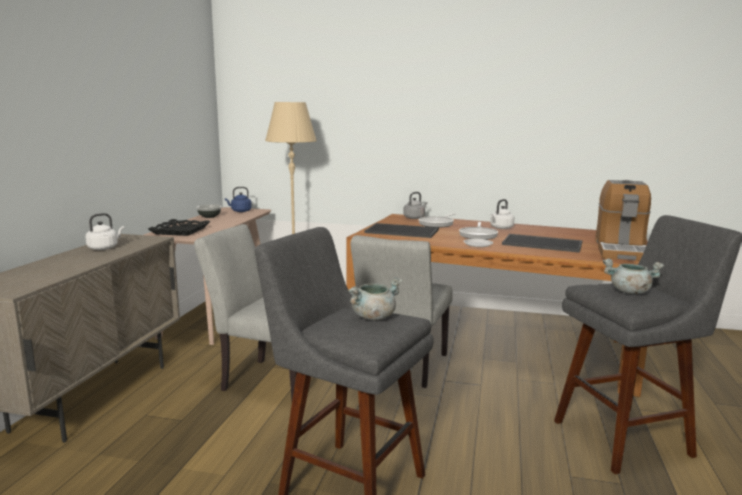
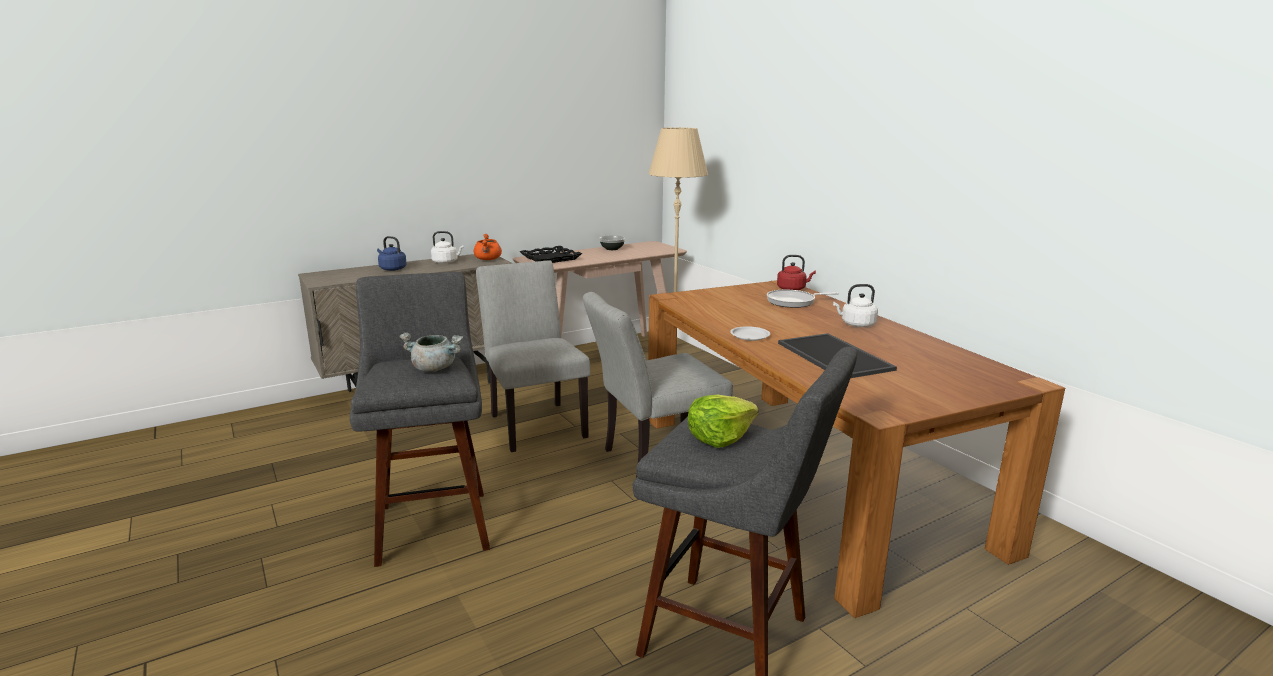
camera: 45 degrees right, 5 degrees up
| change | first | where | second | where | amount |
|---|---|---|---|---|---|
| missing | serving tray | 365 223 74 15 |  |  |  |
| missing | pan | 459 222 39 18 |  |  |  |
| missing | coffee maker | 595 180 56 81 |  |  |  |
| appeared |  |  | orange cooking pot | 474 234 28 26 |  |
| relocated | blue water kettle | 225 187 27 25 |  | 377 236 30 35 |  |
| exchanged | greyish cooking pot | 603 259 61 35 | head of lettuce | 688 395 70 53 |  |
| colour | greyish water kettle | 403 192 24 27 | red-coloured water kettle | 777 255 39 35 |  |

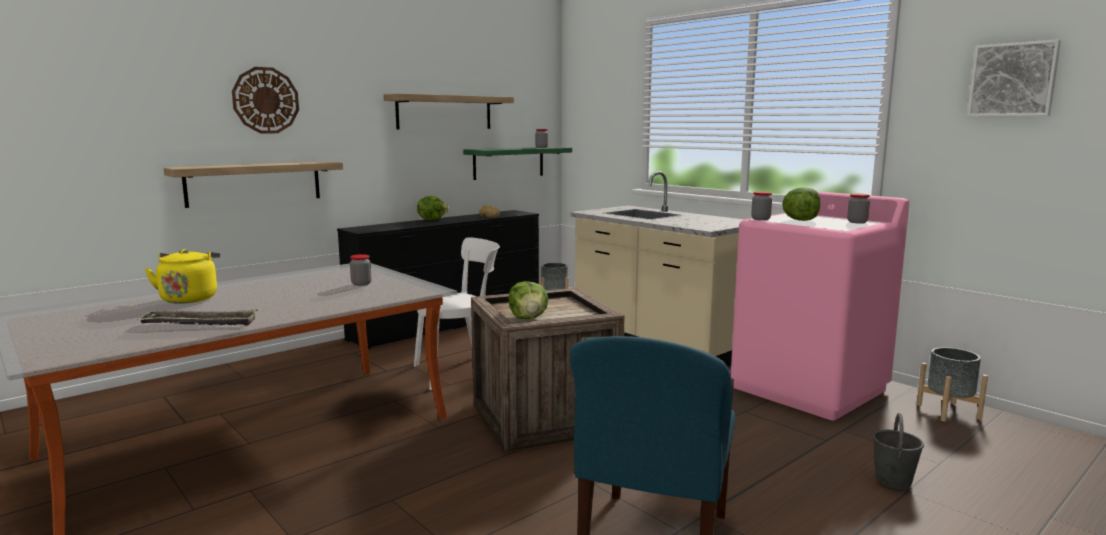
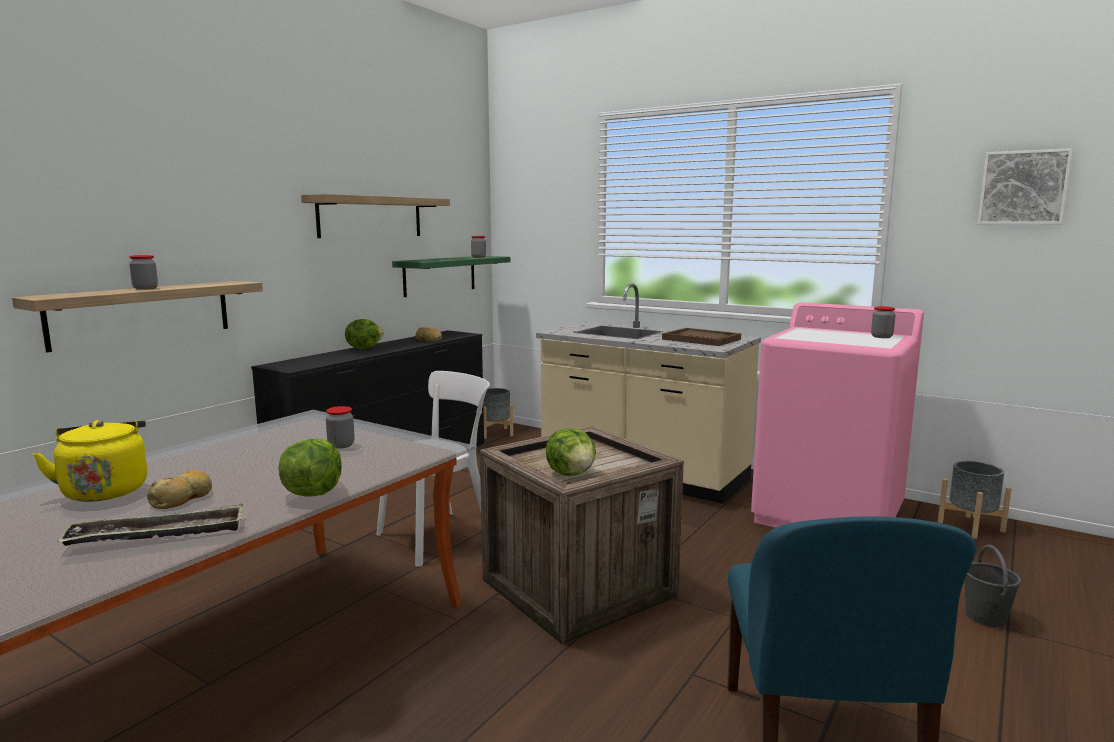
camera: 15 degrees left, 0 degrees up
| change | first | where | second | where | amount |
|---|---|---|---|---|---|
| missing | clock on the wall | 232 67 67 67 |  |  |  |
| appeared |  |  | bakery bread | 147 470 65 39 |  |
| appeared |  |  | brown-coloured serving tray | 662 328 79 18 |  |
| relocated | preserve jar | 751 191 21 30 |  | 129 255 29 35 |  |
| relocated | head of lettuce | 782 187 38 34 |  | 278 439 64 58 |  |

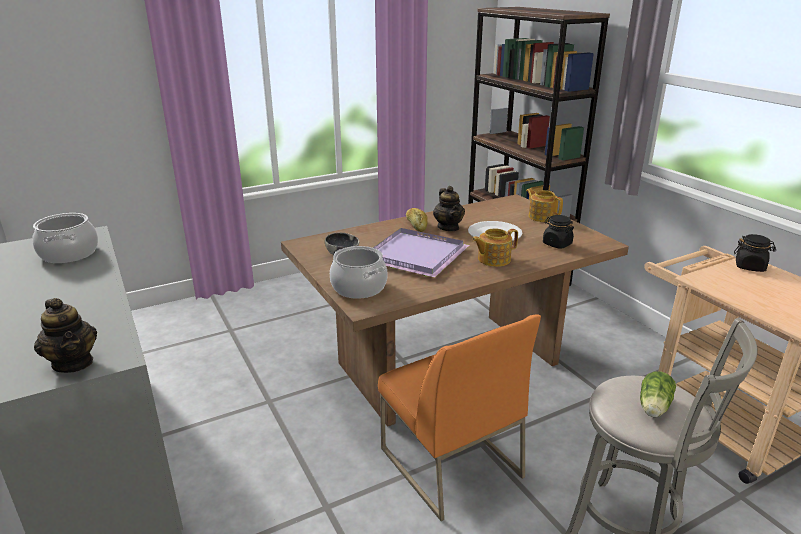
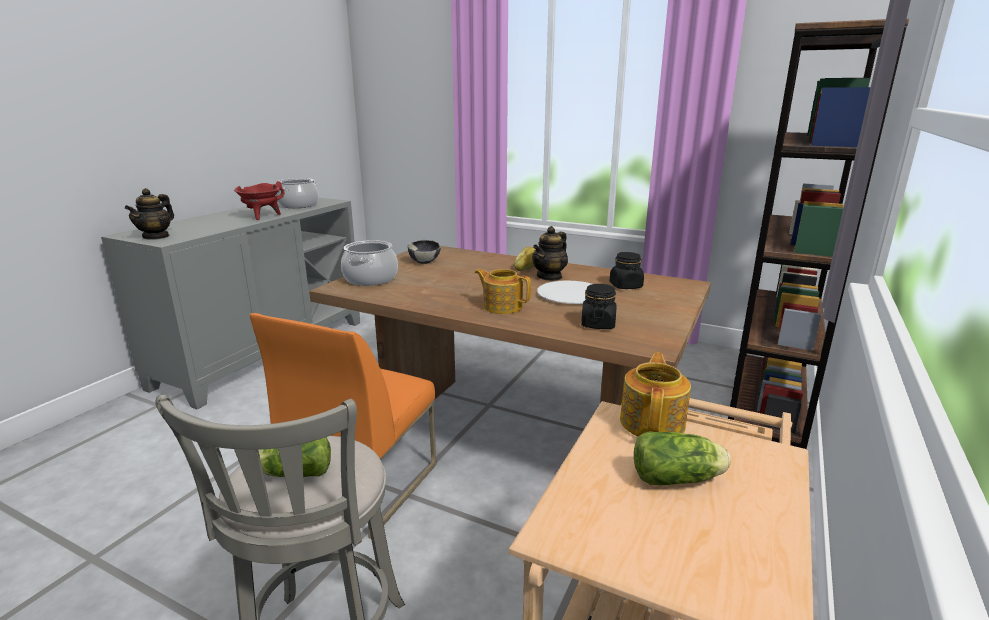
camera: 55 degrees right, 5 degrees down
| change | first | where | second | where | amount |
|---|---|---|---|---|---|
| missing | purple-coloured serving tray | 373 228 96 50 |  |  |  |
| appeared |  |  | red-coloured cooking pot | 234 181 51 39 |  |
| appeared |  |  | head of lettuce | 634 432 97 53 |  |
| relocated | teapot | 526 188 37 34 |  | 620 352 71 85 |  |
| relocated | black preserve jar | 734 234 42 38 |  | 610 252 34 37 |  |

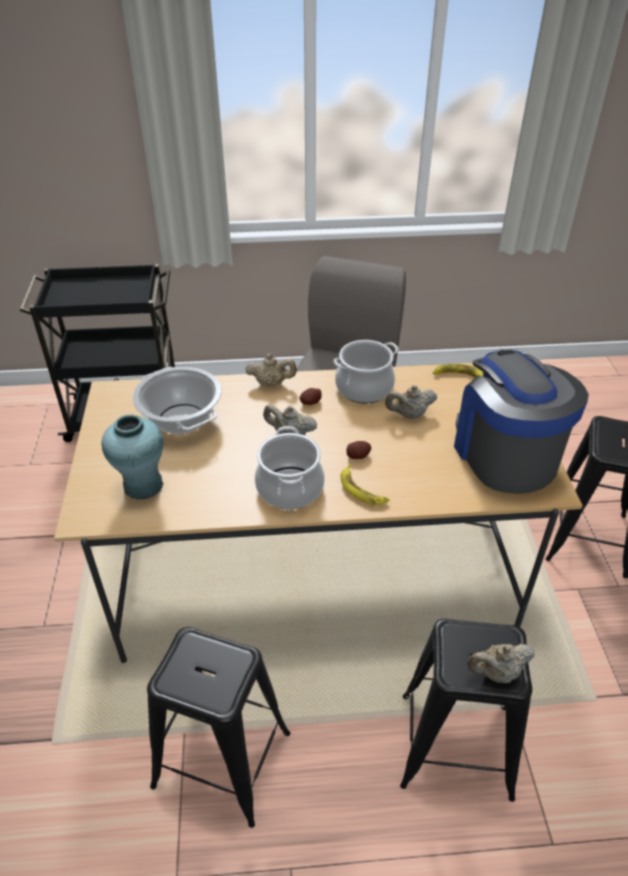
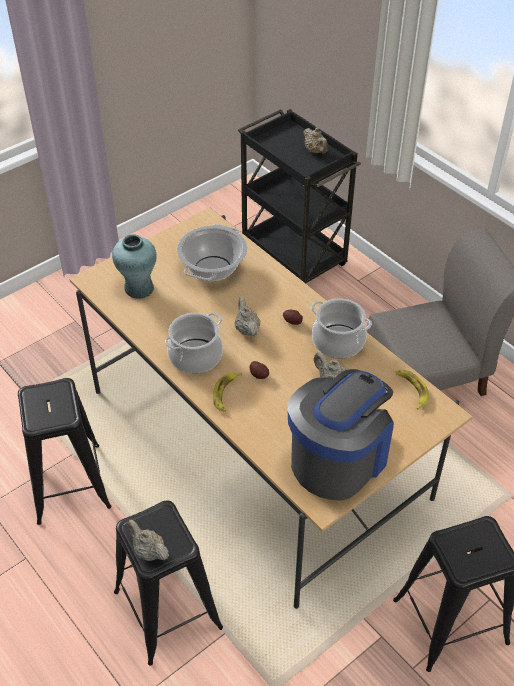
camera: 55 degrees right, 5 degrees up
| change | first | where | second | where | amount |
|---|---|---|---|---|---|
| relocated | beige-coloured teapot | 245 354 52 33 |  | 303 127 25 26 |  |

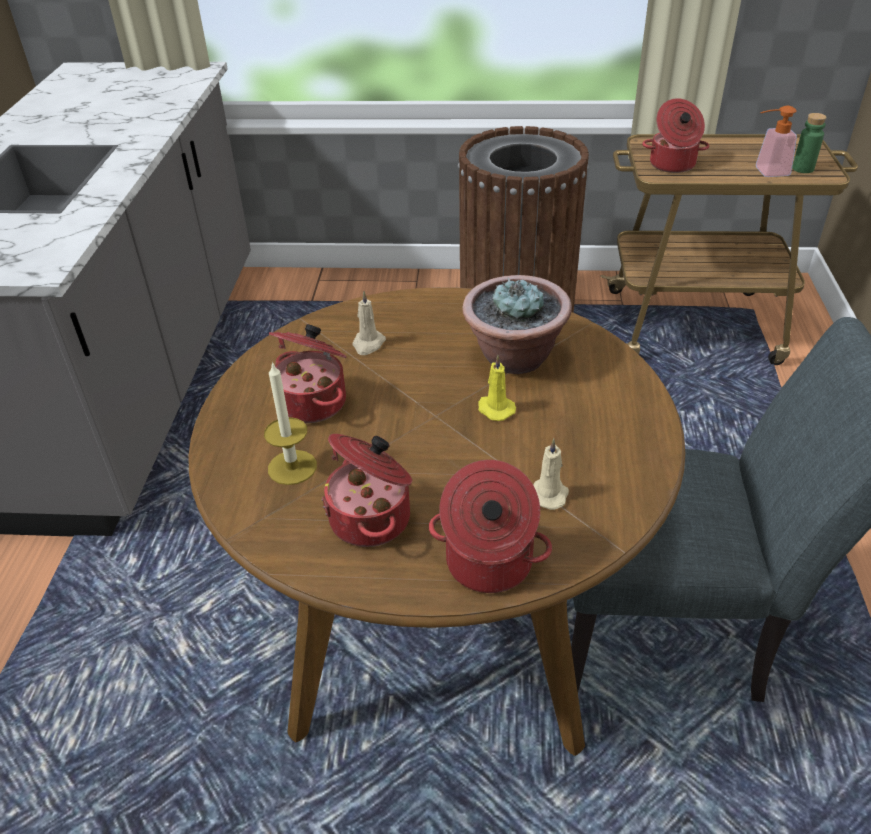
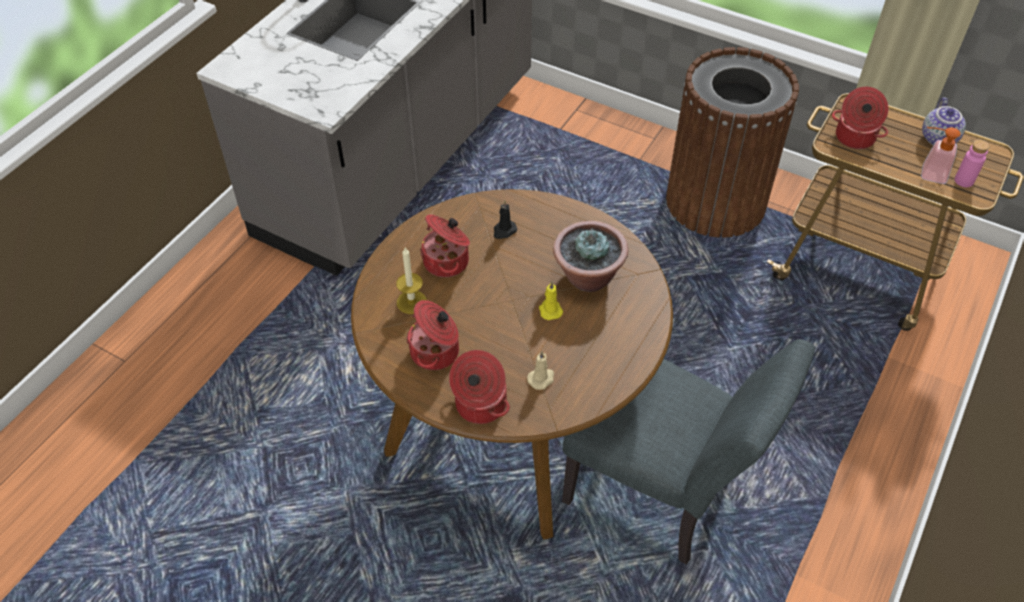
camera: 25 degrees right, 10 degrees up
| change | first | where | second | where | amount |
|---|---|---|---|---|---|
| appeared |  |  | teapot | 922 97 44 48 |  |
| colour | beige-coloured wax light | 353 291 33 64 | black wax light | 494 201 23 38 |  |
| colour | green bottle | 792 113 35 60 | pink-coloured bottle | 955 140 35 47 |  |

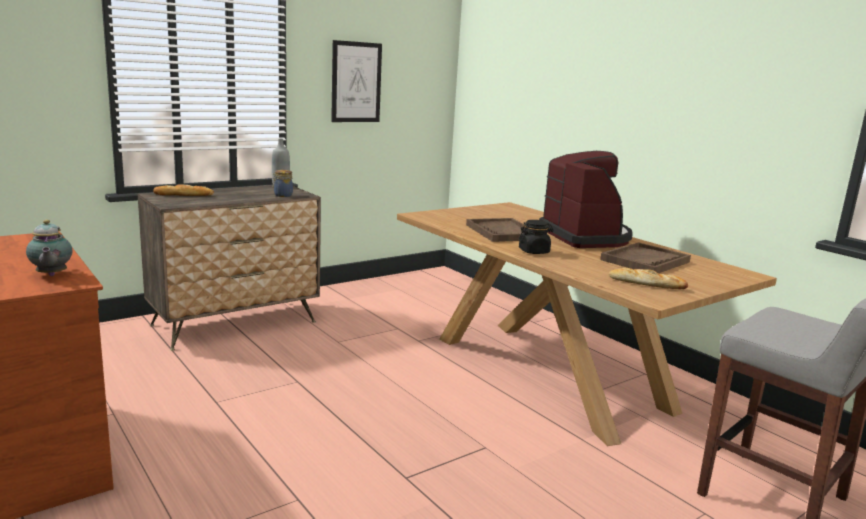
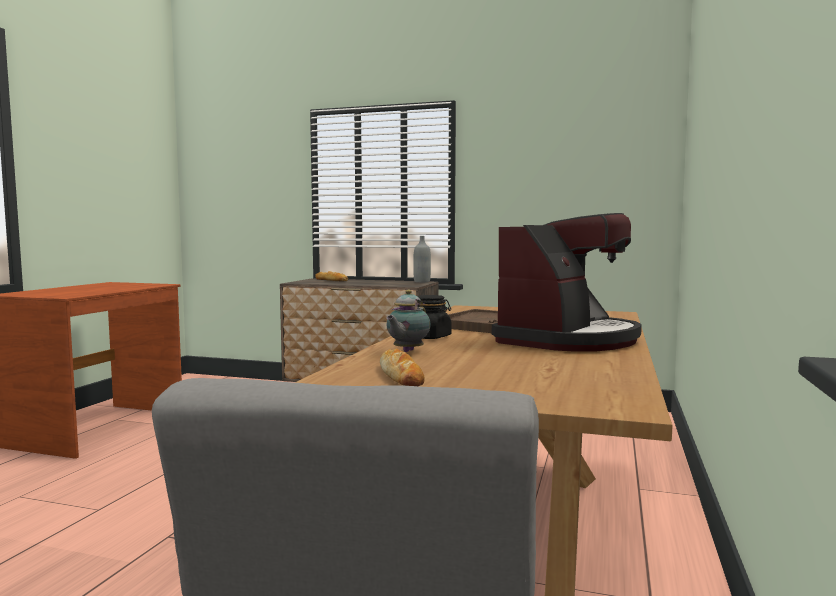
camera: 55 degrees right, 10 degrees down
| change | first | where | second | where | amount |
|---|---|---|---|---|---|
| missing | preserve jar | 272 170 21 27 |  |  |  |
| missing | picture | 331 40 51 82 |  |  |  |
| missing | brown-coloured serving tray | 600 242 91 31 |  |  |  |
| relocated | teapot | 26 220 46 56 |  | 386 290 45 62 |  |

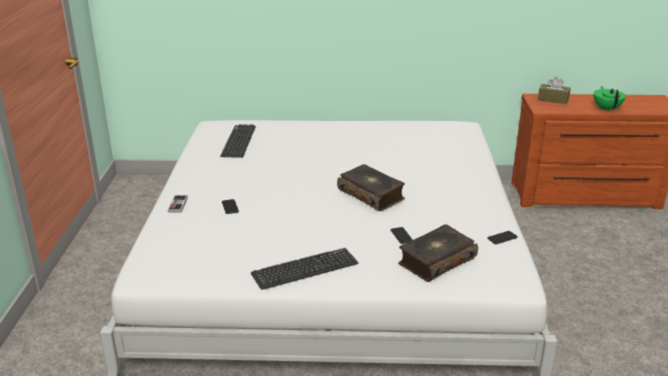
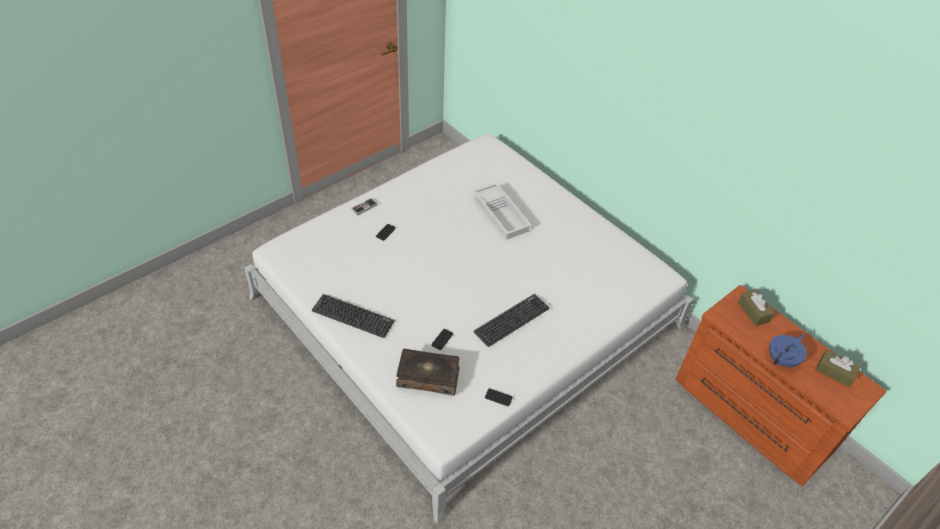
camera: 45 degrees right, 20 degrees up
| change | first | where | second | where | amount |
|---|---|---|---|---|---|
| missing | bound book | 337 164 68 47 |  |  |  |
| appeared |  |  | white-coloured serving tray | 473 183 59 57 |  |
| appeared |  |  | brown-coloured box of tissues | 815 350 46 37 |  |
| relocated | PC keyboard | 220 124 36 34 |  | 474 294 76 53 |  |
| colour | green teapot | 593 86 33 26 | blue teapot | 769 334 38 33 |  |

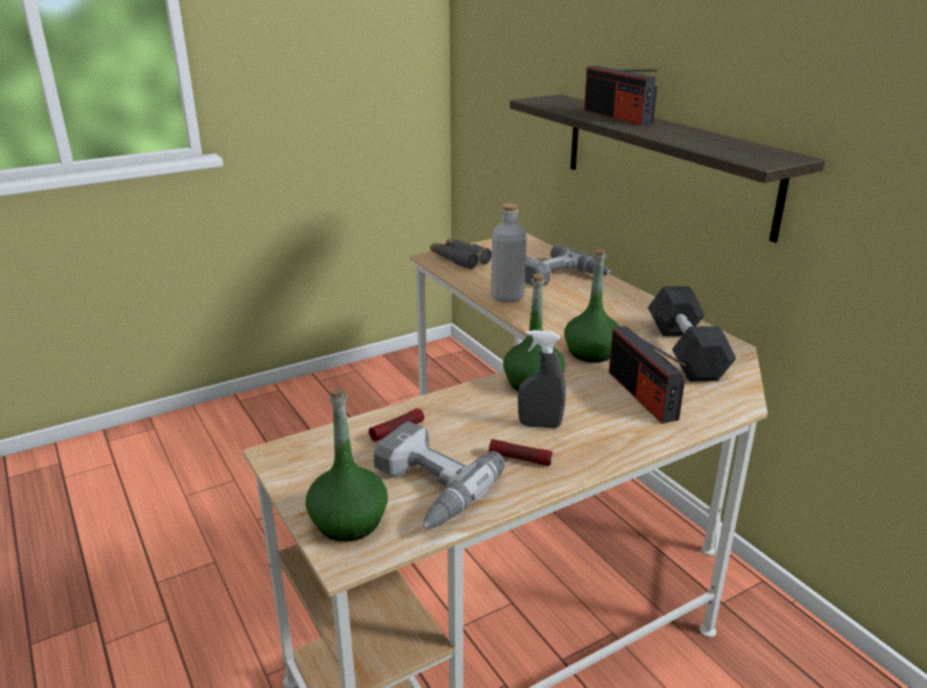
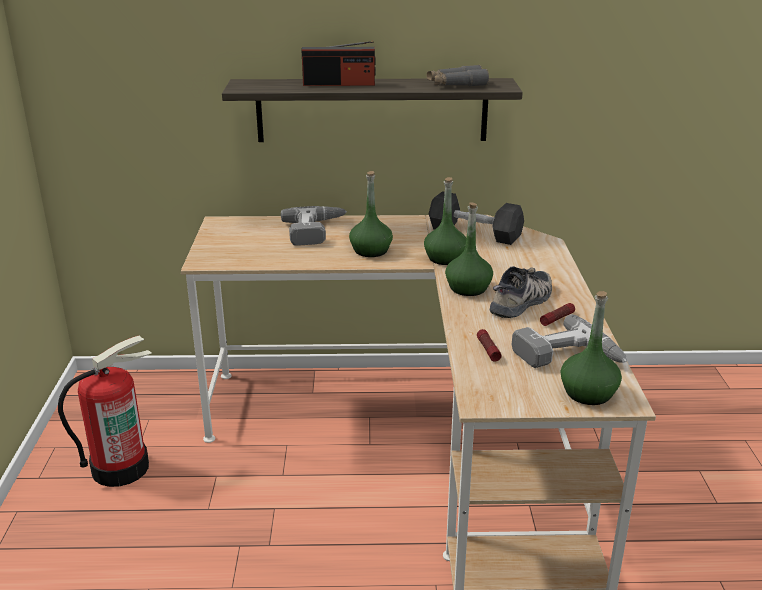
camera: 60 degrees left, 0 degrees up
| change | first | where | second | where | amount |
|---|---|---|---|---|---|
| missing | greyish bottle | 491 203 35 100 |  |  |  |
| missing | radio | 609 326 77 98 |  |  |  |
| appeared |  |  | fire-fighting cylinder | 58 336 93 151 |  |
| appeared |  |  | green bottle | 349 171 44 86 |  |
| relocated | greyish field glasses | 430 238 62 32 |  | 427 65 62 21 |  |
| exchanged | greyish sprayer | 518 330 48 98 | low shoe | 490 266 62 52 |  |

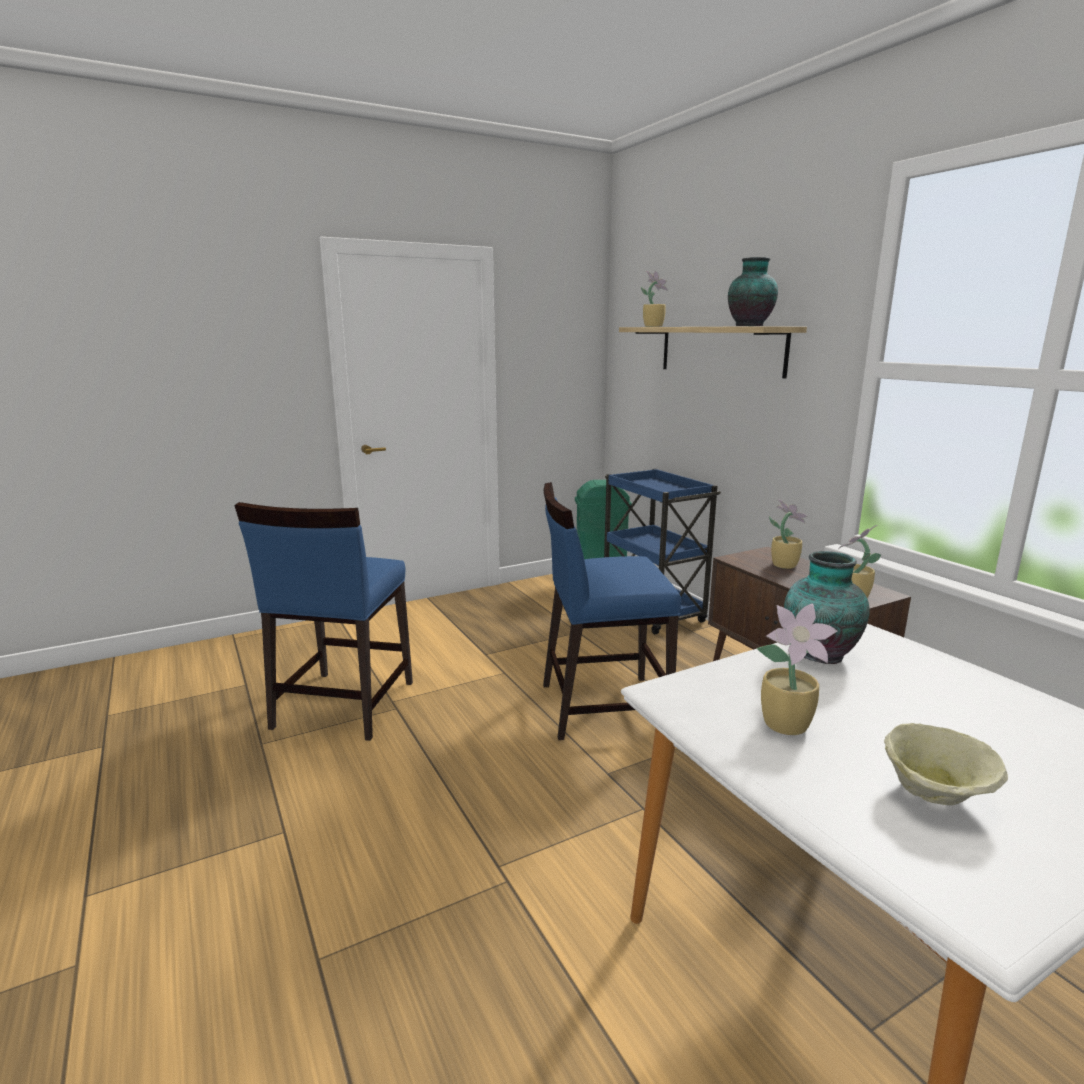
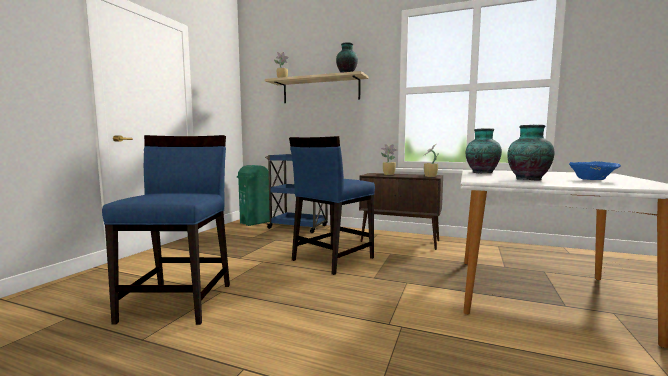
camera: 40 degrees left, 10 degrees down
| change | first | where | second | where | amount |
|---|---|---|---|---|---|
| exchanged | plant in a pot | 757 603 80 132 | decorative vase | 507 125 48 55 |  |
| colour | beige-coloured deep dish | 884 723 124 82 | blue deep dish | 569 161 52 19 |  |
| spun | blue upright chair | 234 502 179 239 |  | 102 135 128 190 | 150 degrees counterclockwise |

